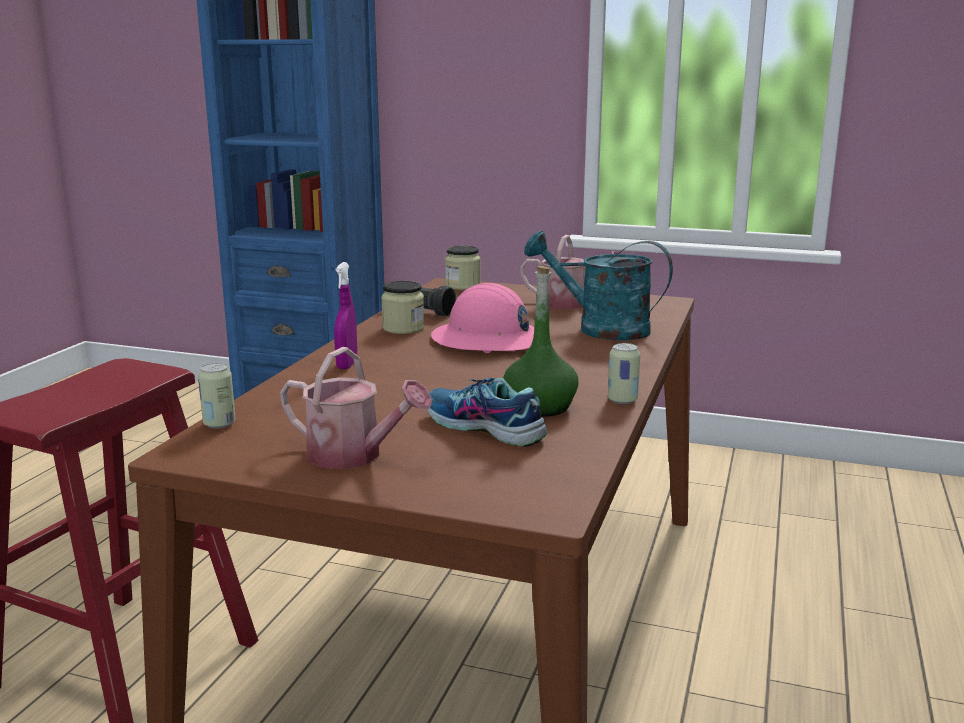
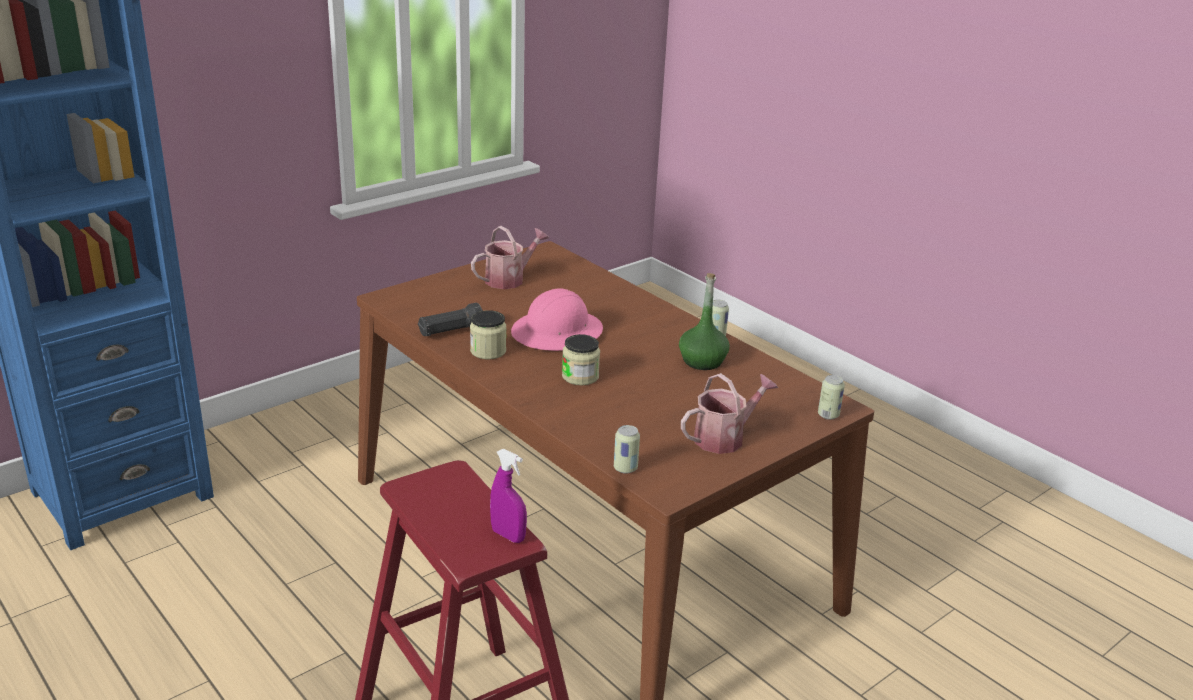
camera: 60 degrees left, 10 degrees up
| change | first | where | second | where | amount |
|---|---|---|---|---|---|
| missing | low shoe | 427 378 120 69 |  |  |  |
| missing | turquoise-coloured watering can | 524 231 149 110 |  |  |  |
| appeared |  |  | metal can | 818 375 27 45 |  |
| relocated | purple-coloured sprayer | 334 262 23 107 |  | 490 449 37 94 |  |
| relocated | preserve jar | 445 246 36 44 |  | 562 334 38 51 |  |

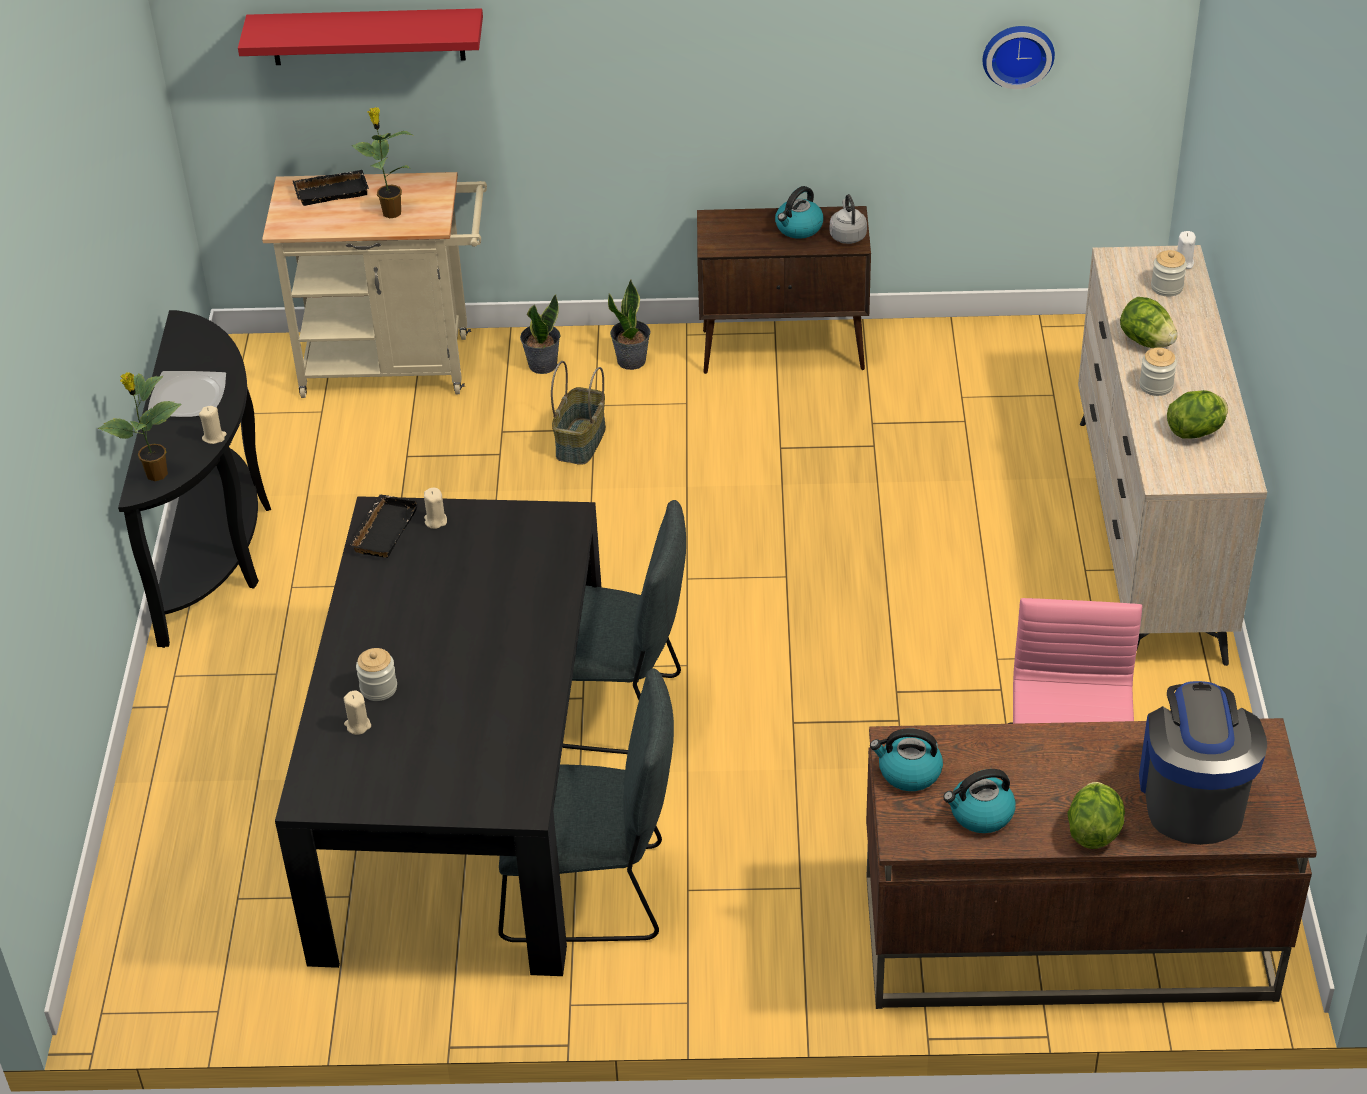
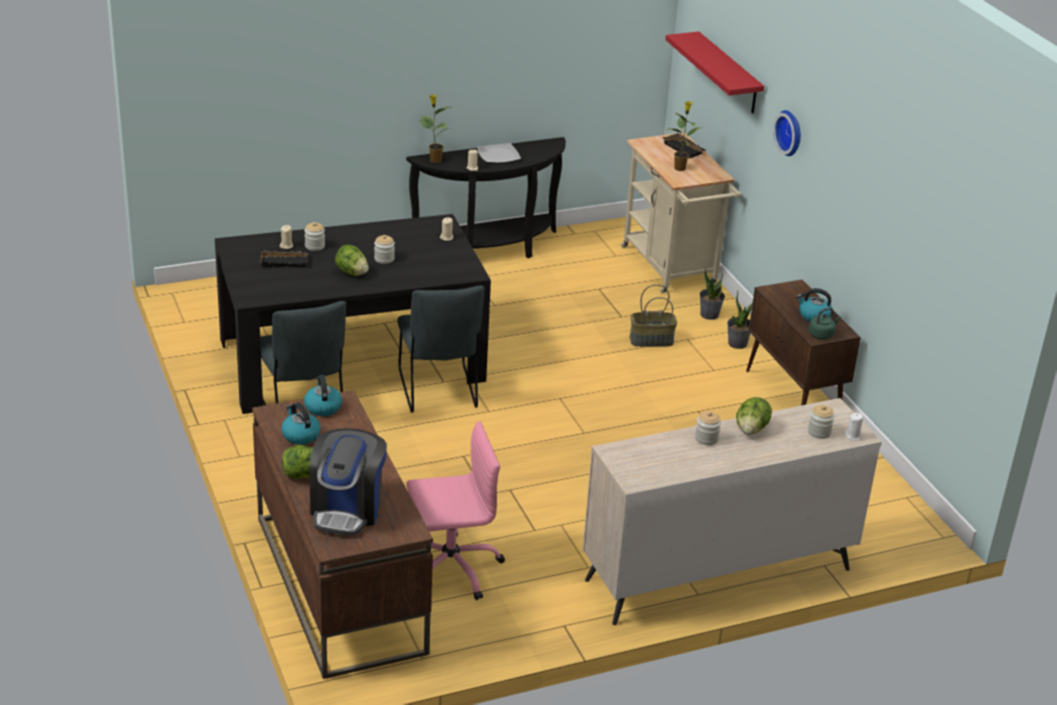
camera: 65 degrees right, 10 degrees down
| change | first | where | second | where | amount |
|---|---|---|---|---|---|
| appeared |  |  | preserve jar | 374 235 21 29 |  |
| relocated | black serving tray | 348 494 71 64 |  | 259 250 49 18 |  |
| relocated | clock on the wall | 983 26 72 63 |  | 773 110 28 46 |  |
| relocated | head of lettuce | 1167 390 61 49 |  | 335 245 34 31 |  |
| colour | greyish water kettle | 830 194 37 50 | green water kettle | 809 307 32 32 |  |
| spun | coffee maker | 1139 681 128 164 |  | 309 428 78 107 | 120 degrees clockwise |

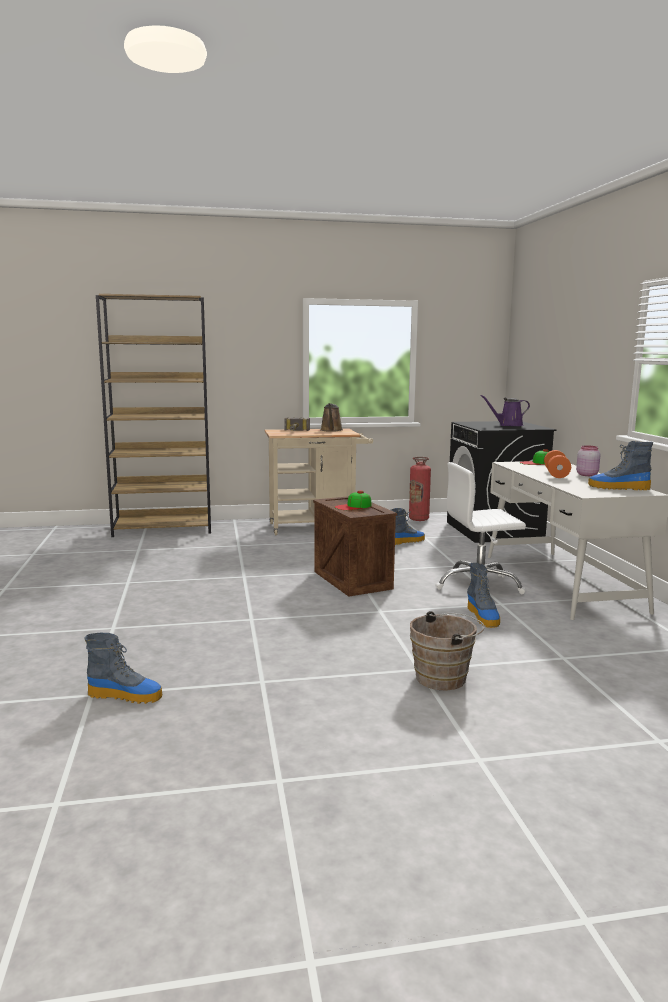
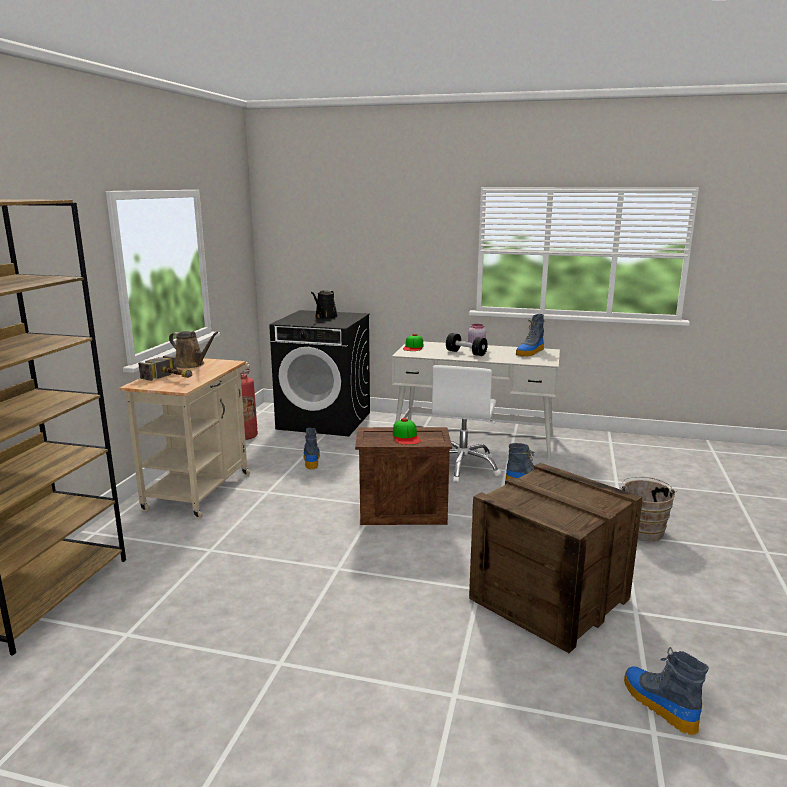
camera: 65 degrees left, 5 degrees up
| change | first | where | second | where | amount |
|---|---|---|---|---|---|
| appeared |  |  | crate | 469 463 174 190 |  |
| colour | purple-coloured watering can | 480 395 50 31 | black watering can | 311 290 27 29 |  |
| colour | orange free weight | 544 450 27 28 | black free weight | 446 333 42 23 |  |
| spun | tall boot | 84 633 78 71 |  | 624 647 85 88 | 60 degrees counterclockwise |

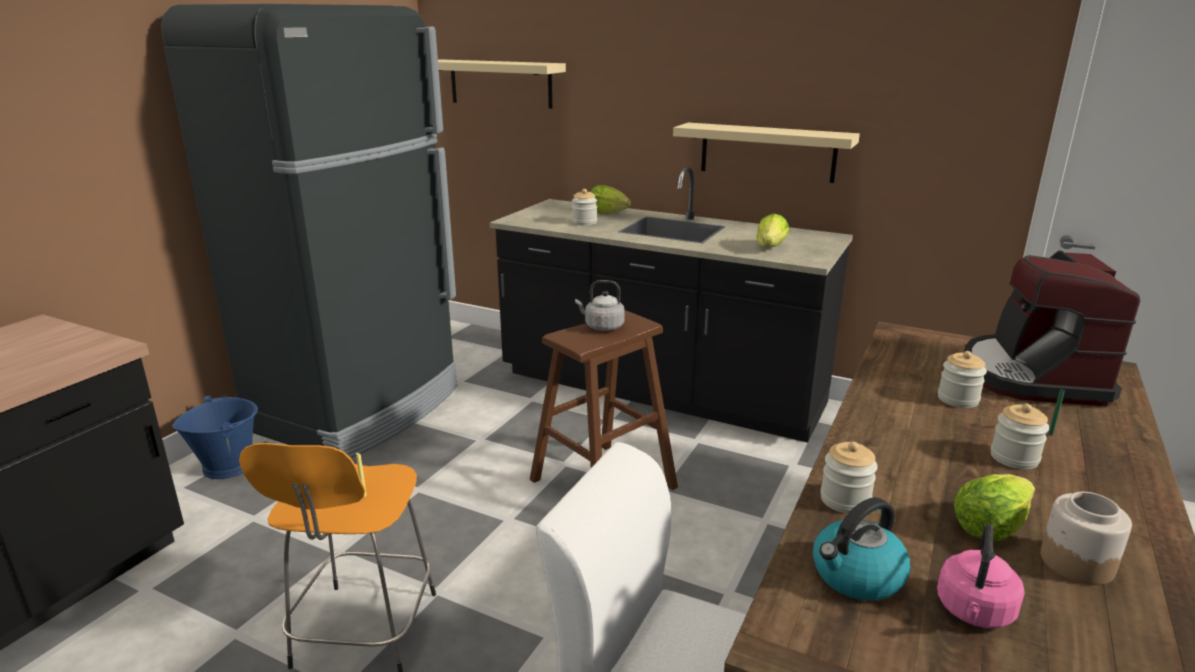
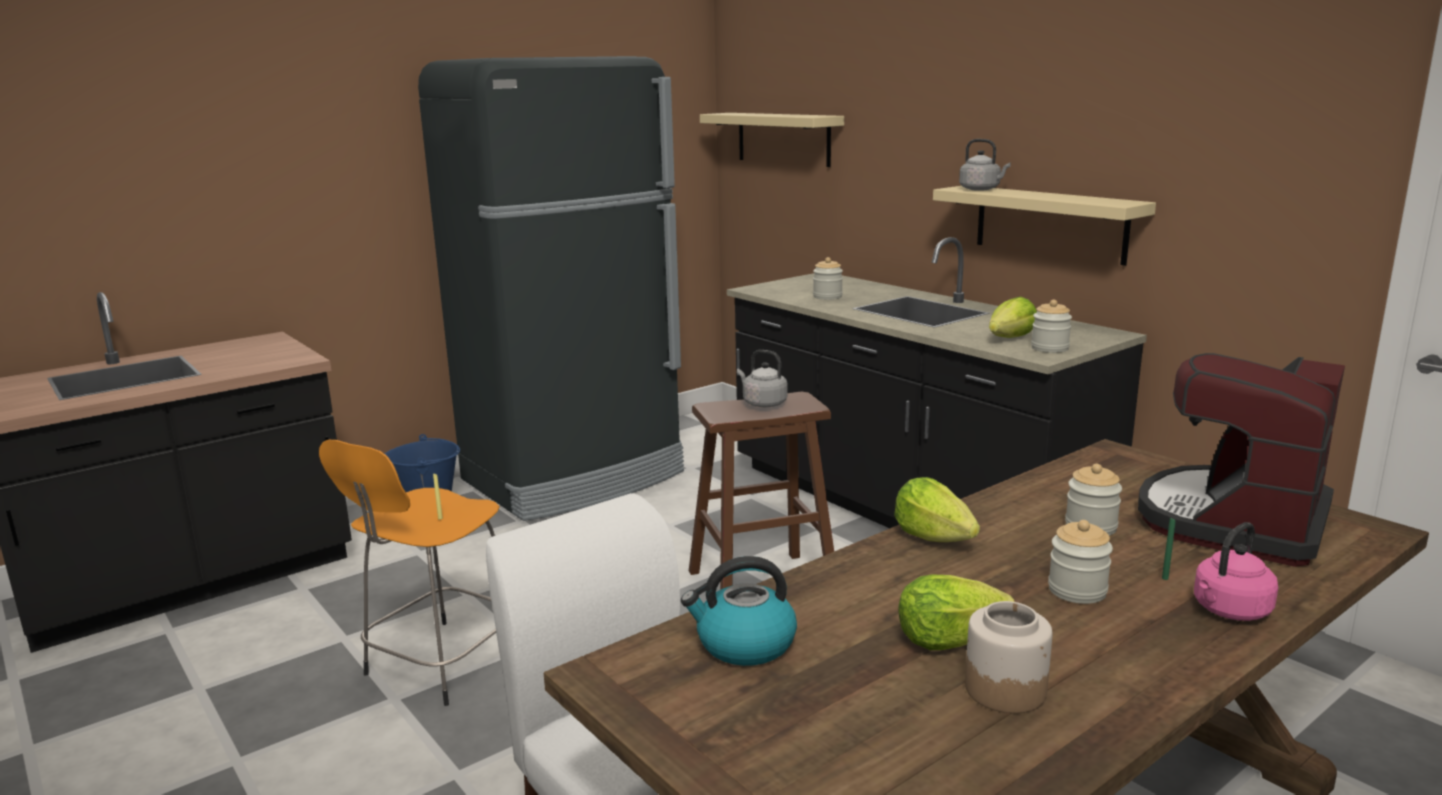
camera: 25 degrees right, 5 degrees down
| change | first | where | second | where | amount |
|---|---|---|---|---|---|
| appeared |  |  | greyish water kettle | 959 139 52 52 |  |
| relocated | head of lettuce | 591 185 40 29 |  | 894 477 86 65 |  |
| relocated | preserve jar | 820 442 58 72 |  | 1031 300 41 53 |  |
| relocated | pink-coloured water kettle | 937 524 88 104 |  | 1194 522 84 99 |  |

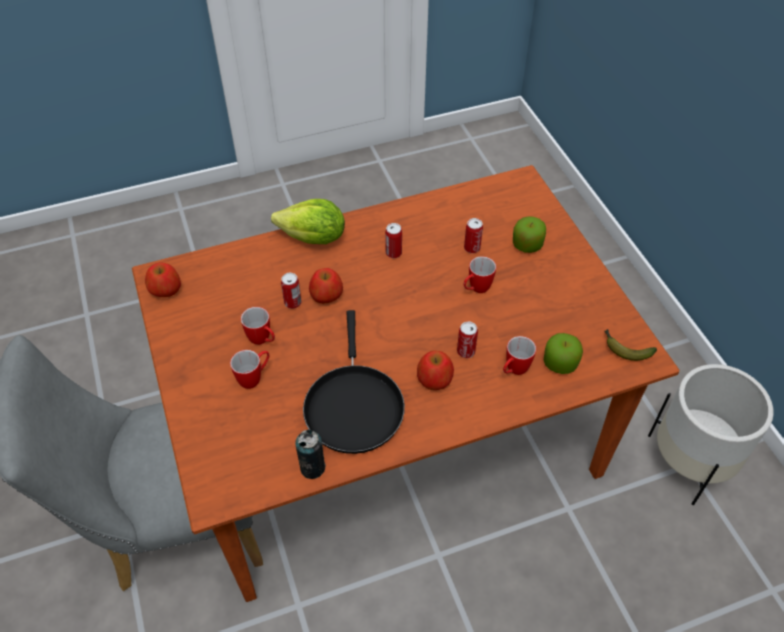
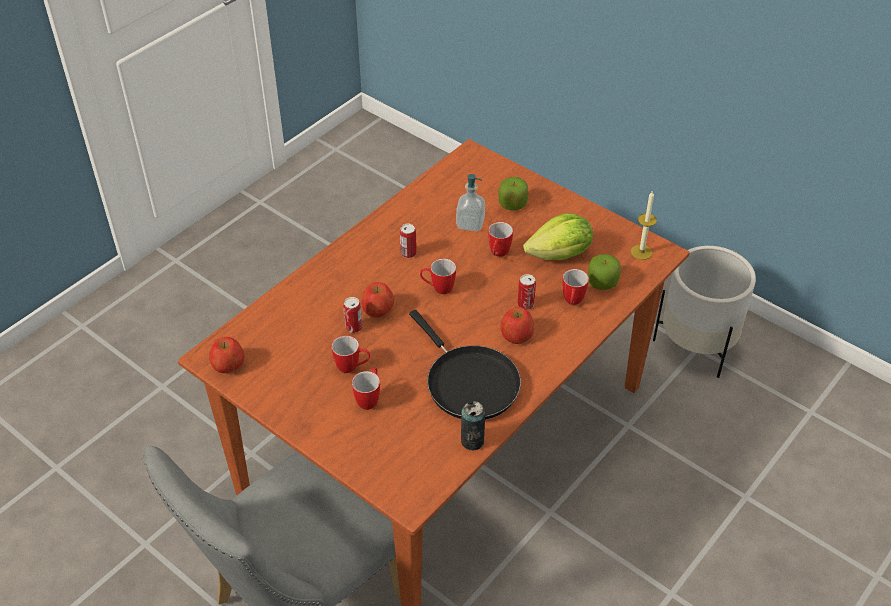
camera: 30 degrees left, 5 degrees down
| change | first | where | second | where | amount |
|---|---|---|---|---|---|
| appeared |  |  | coffee mug | 420 259 36 35 |  |
| relocated | head of lettuce | 271 199 74 45 |  | 523 213 70 47 |  |
| exchanged | metal can | 464 218 19 35 | soap bottle | 456 174 29 58 |  |
| exchanged | banana fruit | 604 329 53 32 | wax light | 631 190 26 70 |  |

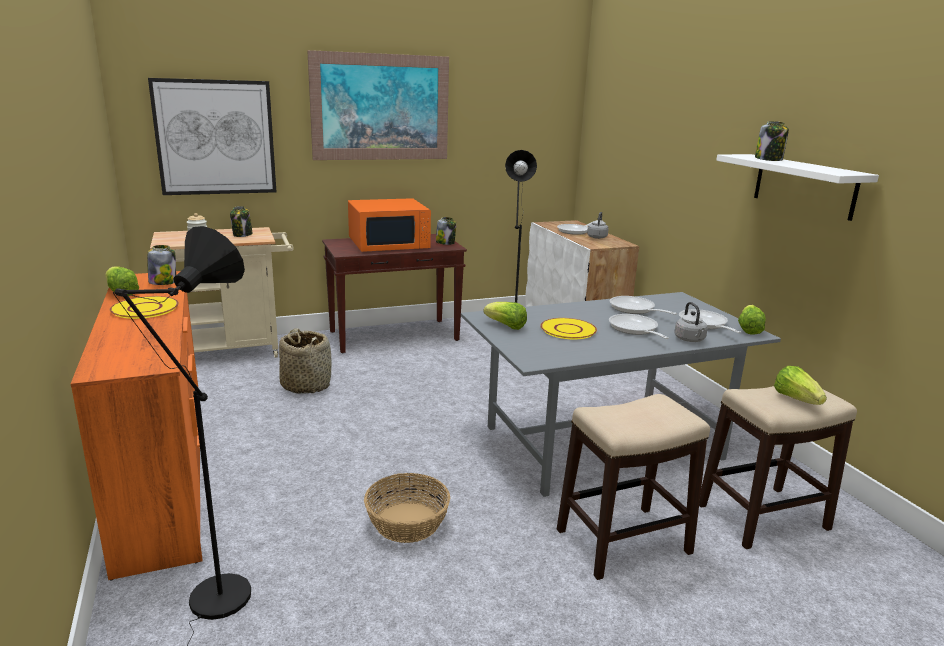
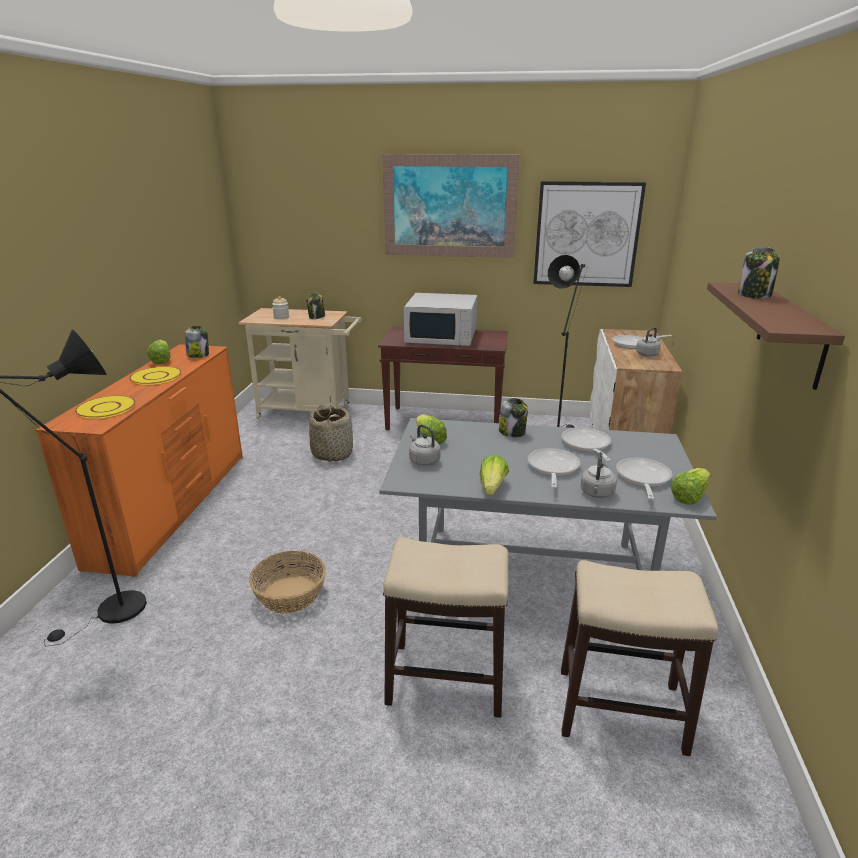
camera: 30 degrees right, 5 degrees up
| change | first | where | second | where | amount |
|---|---|---|---|---|---|
| appeared |  |  | greyish water kettle | 409 424 32 42 |  |
| relocated | picture | 148 78 128 117 |  | 533 181 113 106 |  |
| relocated | preserve jar | 436 217 20 28 |  | 499 398 29 39 |  |
| relocated | yellow dinner plate | 540 318 57 22 |  | 75 395 61 24 |  |
| relocated | head of lettuce | 774 366 53 39 |  | 480 454 29 41 |  |
| colour | orange microwave oven | 348 198 83 54 | white-coloured microwave oven | 404 293 73 53 |  |
| colour | white-coloured wall shelf | 716 154 163 67 | brown-coloured wall shelf | 707 282 138 108 |  |

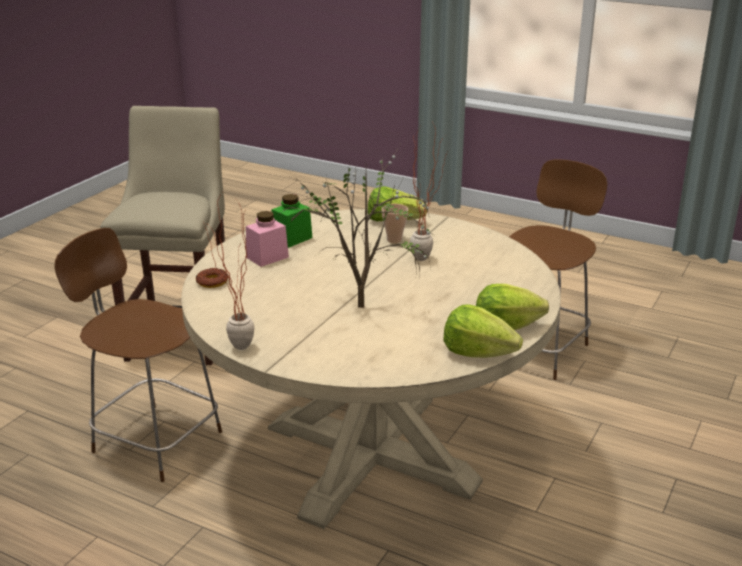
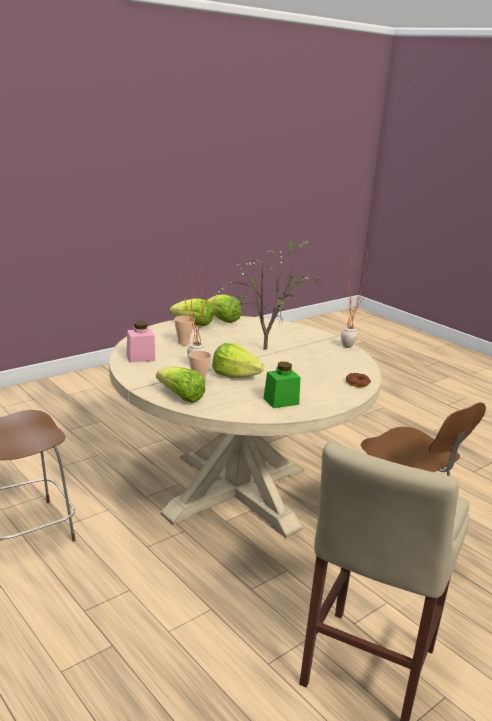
camera: 160 degrees left, 5 degrees down
| change | first | where | second | where | amount |
|---|---|---|---|---|---|
| appeared |  |  | drinking cup | 174 316 21 29 |  |
| appeared |  |  | head of lettuce | 212 343 52 35 |  |
| relocated | pink-coloured preserve jar | 246 211 43 56 |  | 126 321 29 42 |  |

